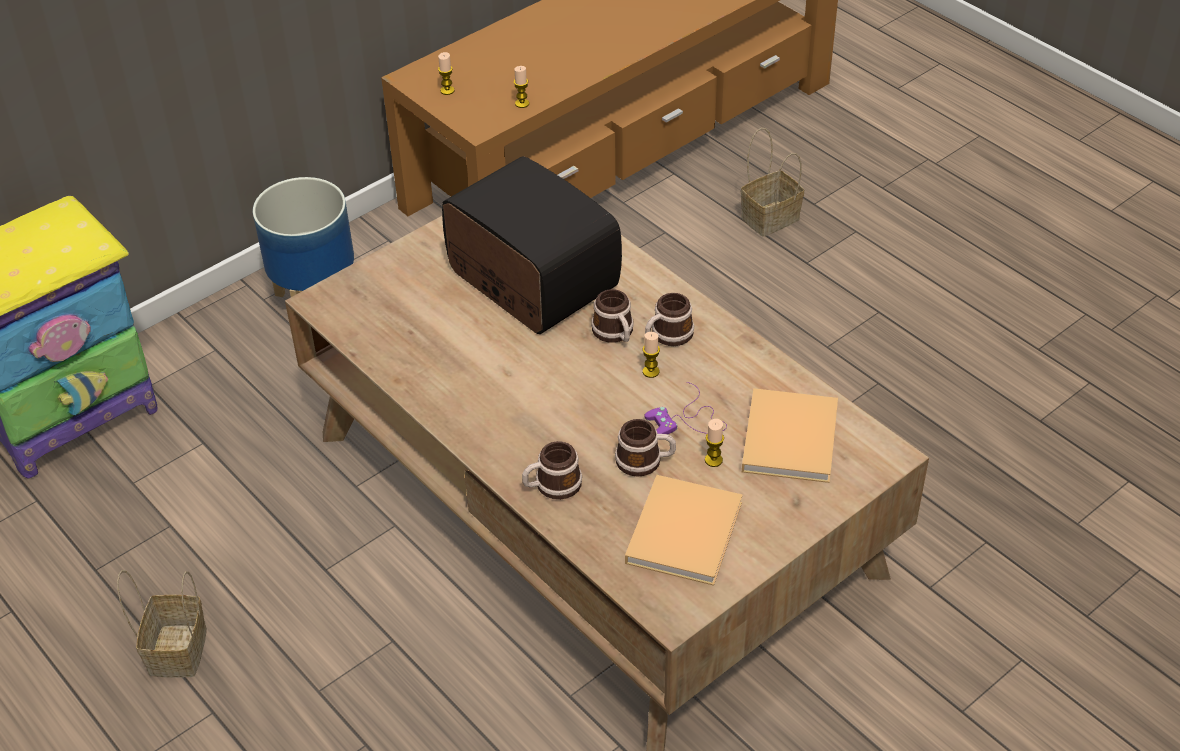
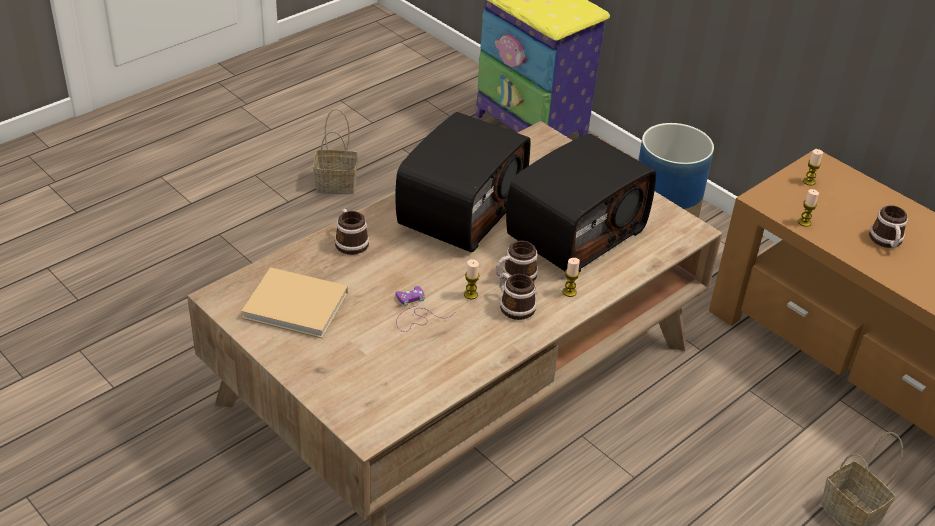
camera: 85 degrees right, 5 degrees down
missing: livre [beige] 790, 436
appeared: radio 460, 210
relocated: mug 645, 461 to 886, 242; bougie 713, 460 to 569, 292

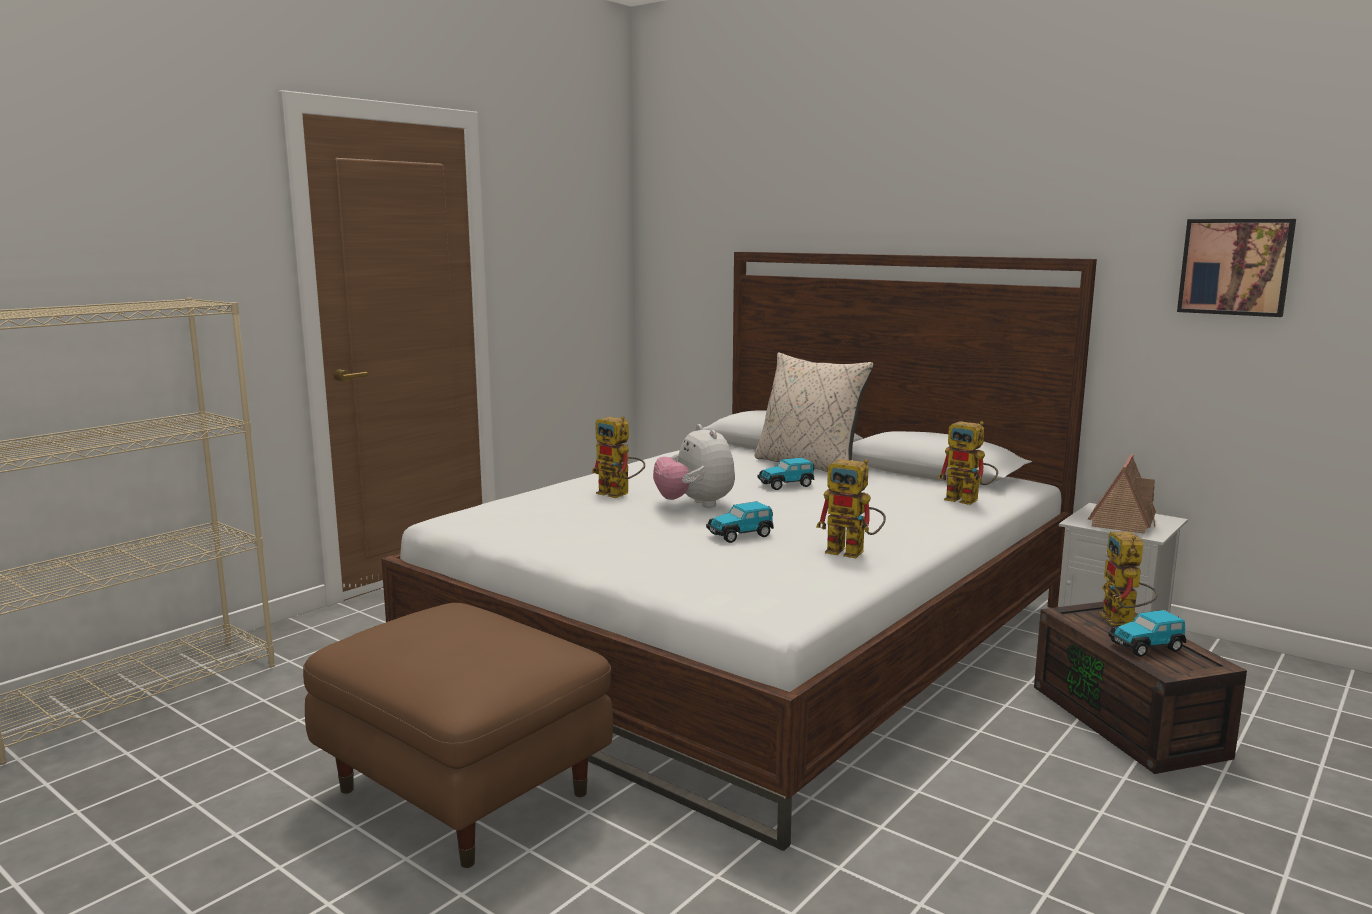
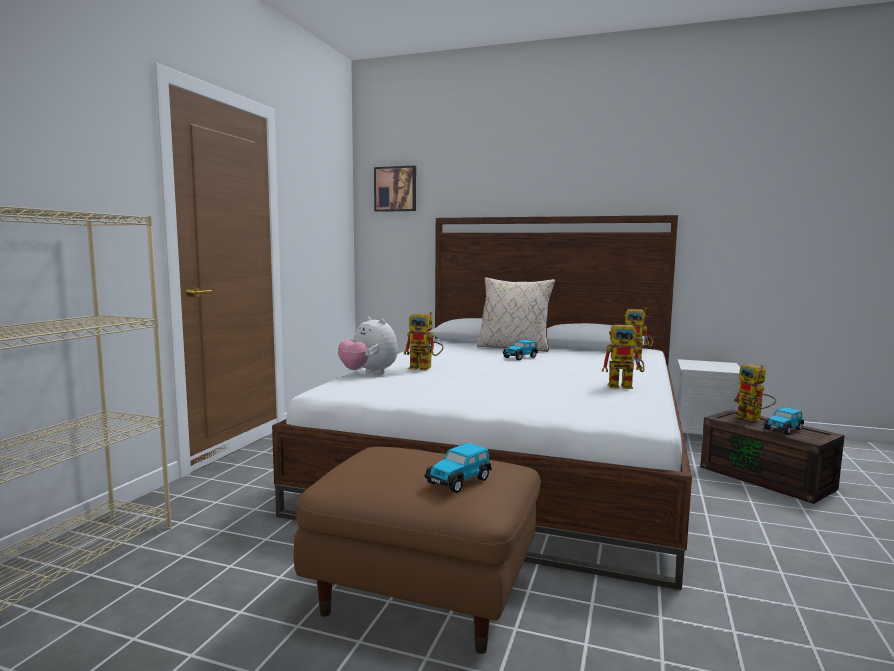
camera: 20 degrees left, 5 degrees down
missing: maison miniature 1122, 521
relocated: peluche 695, 505 to 369, 373; petite voiture 741, 535 to 459, 481; tableau 1235, 266 to 396, 189

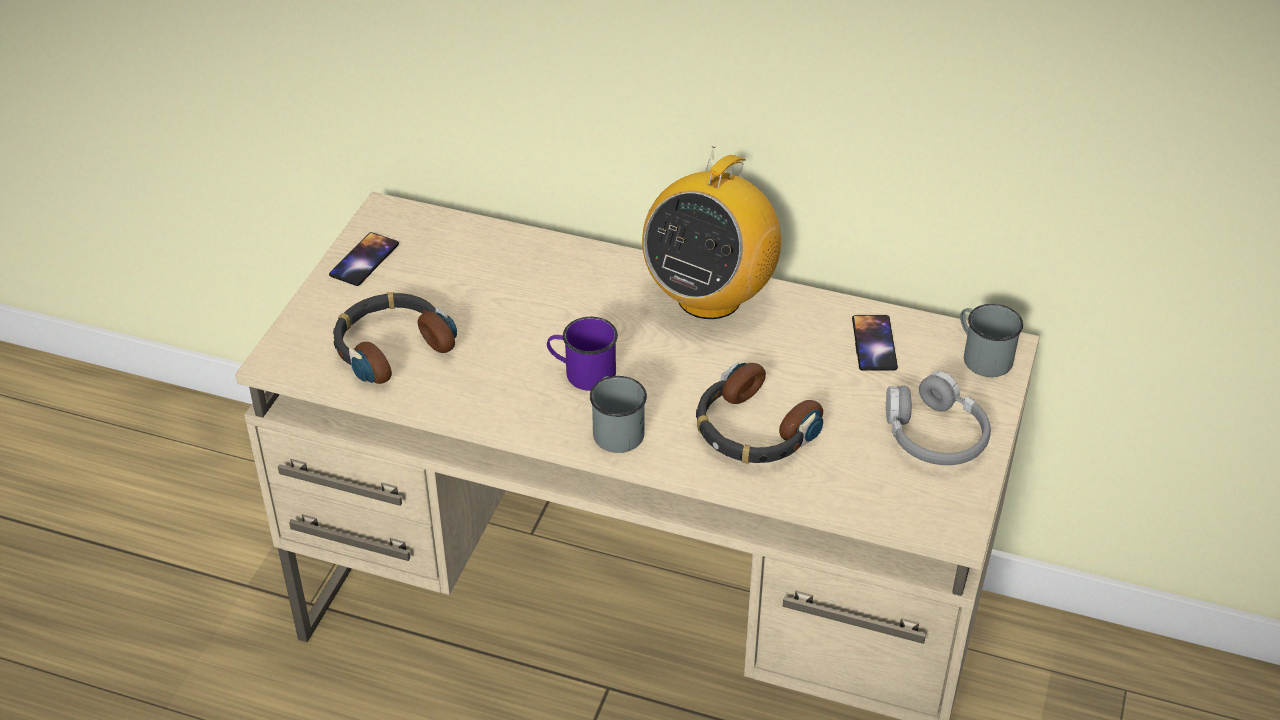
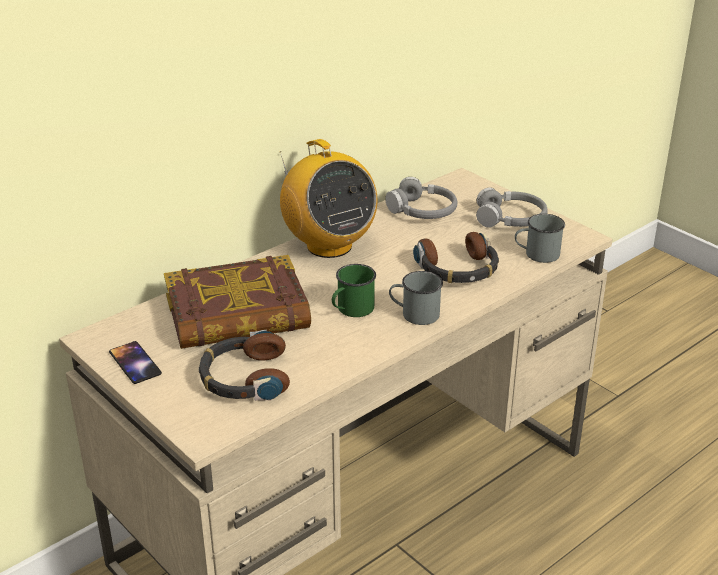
camera: 60 degrees left, 10 degrees down
appeared: livre 237, 313
relocated: mug [gris] 982, 356 to 537, 254
exchanged: téléphone 874, 343 to casque audio [gris] 422, 211
colour: mug [violet] 582, 373 to mug [vert] 351, 310

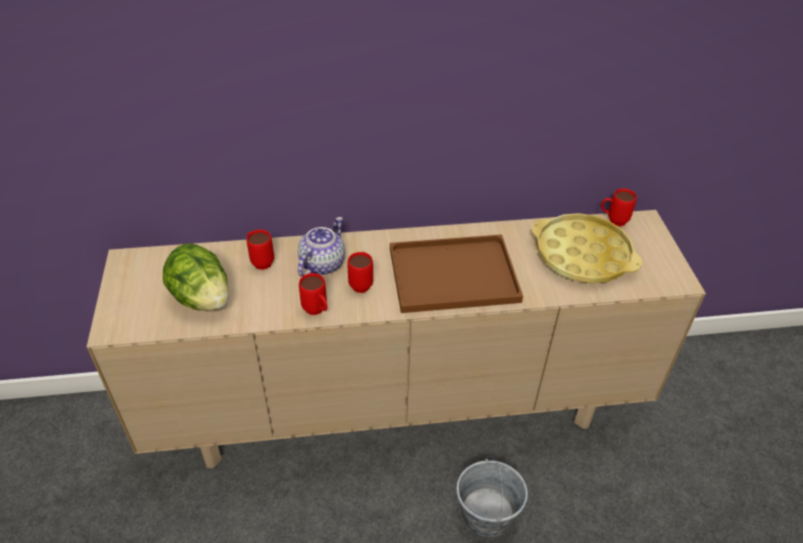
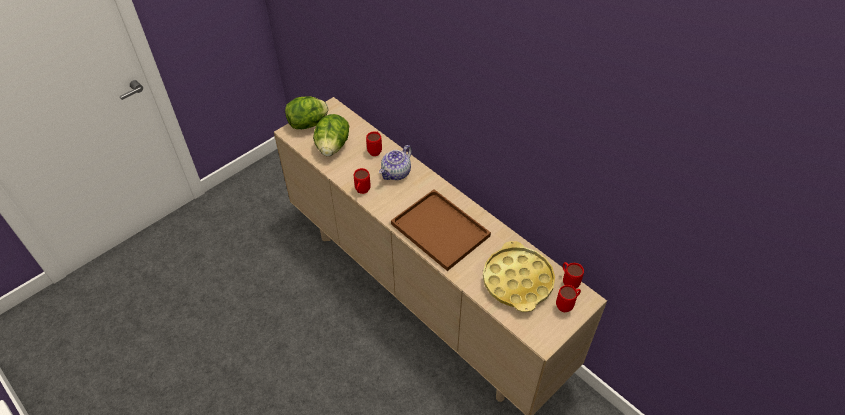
camera: 55 degrees right, 5 degrees up
missing: seau [gris] 487, 512
appeared: laitue 308, 124
relocated: mug [rouge] 362, 283 to 567, 305
spun: théière 322, 263 = 396, 173 135 degrees clockwise

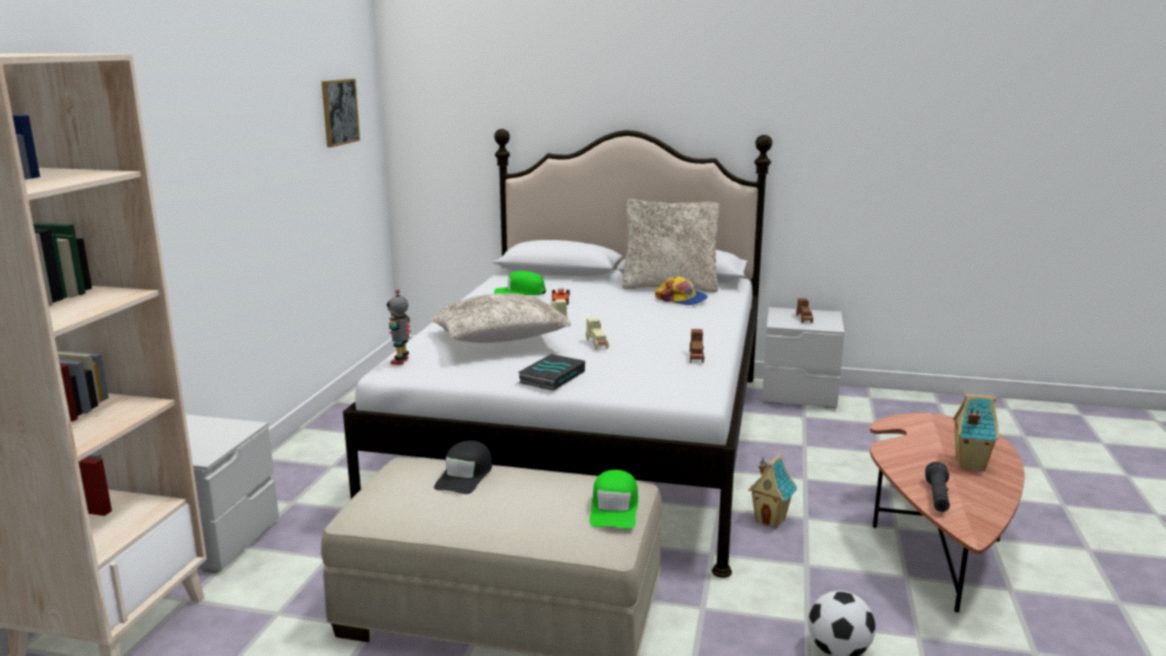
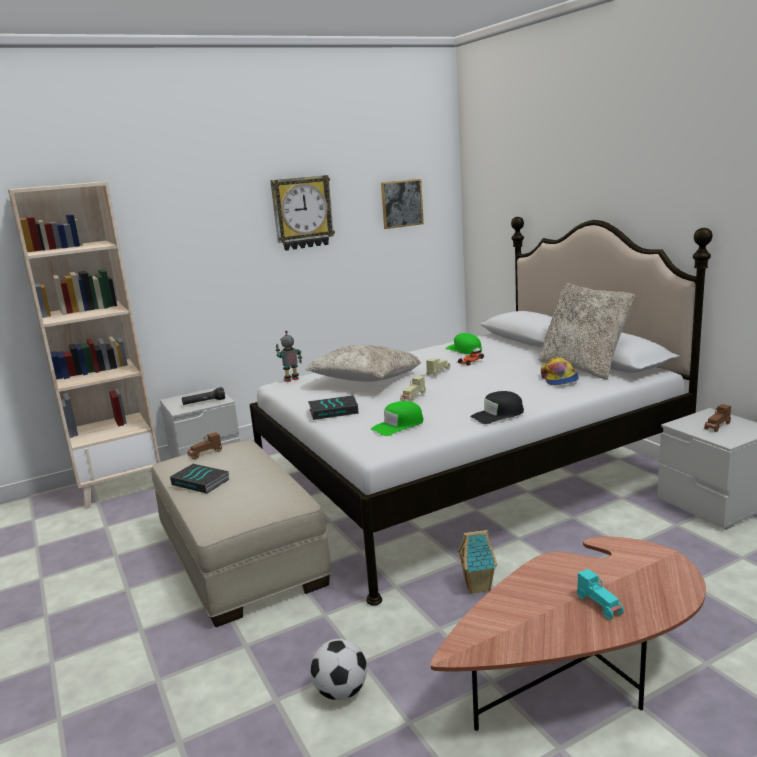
camera: 50 degrees right, 0 degrees up
appeared: livre 201, 482; horloge murale 302, 213
relocated: casquette [noir] 465, 476 to 498, 415; casquette [vert] 614, 509 to 398, 426; petite voiture [marron] 696, 357 to 205, 454; lampe de poche [noir] 937, 498 to 204, 402
exchanged: maison miniature 969, 463 to petite voiture [turquoise] 599, 605

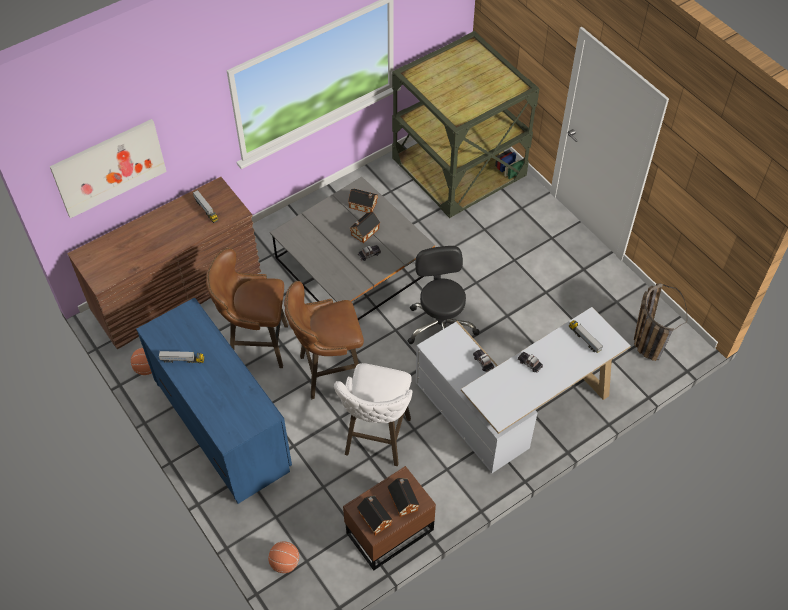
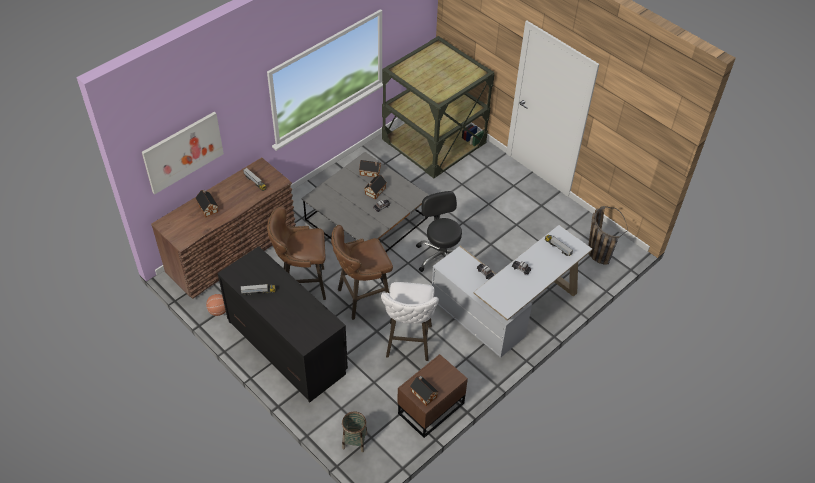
camera: 10 degrees left, 5 degrees down
relocated: maison miniature 403, 500 to 207, 207
exchanged: ballon de basket 285, 563 to panier 354, 441
colour: commode [bleu] 222, 426 to commode [noir] 286, 347

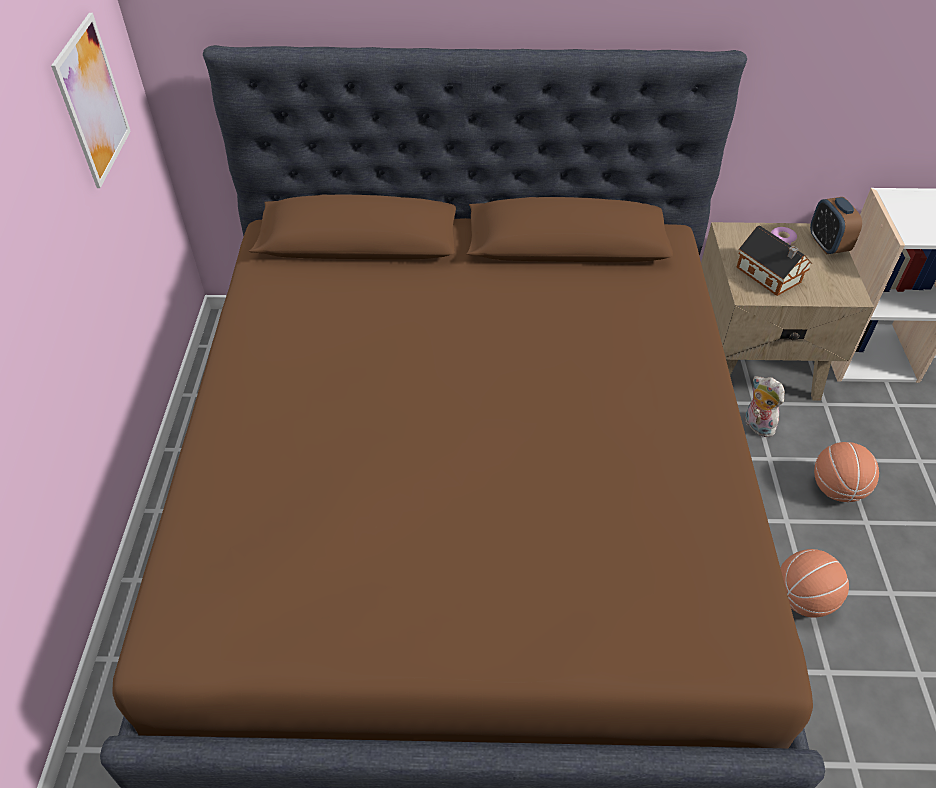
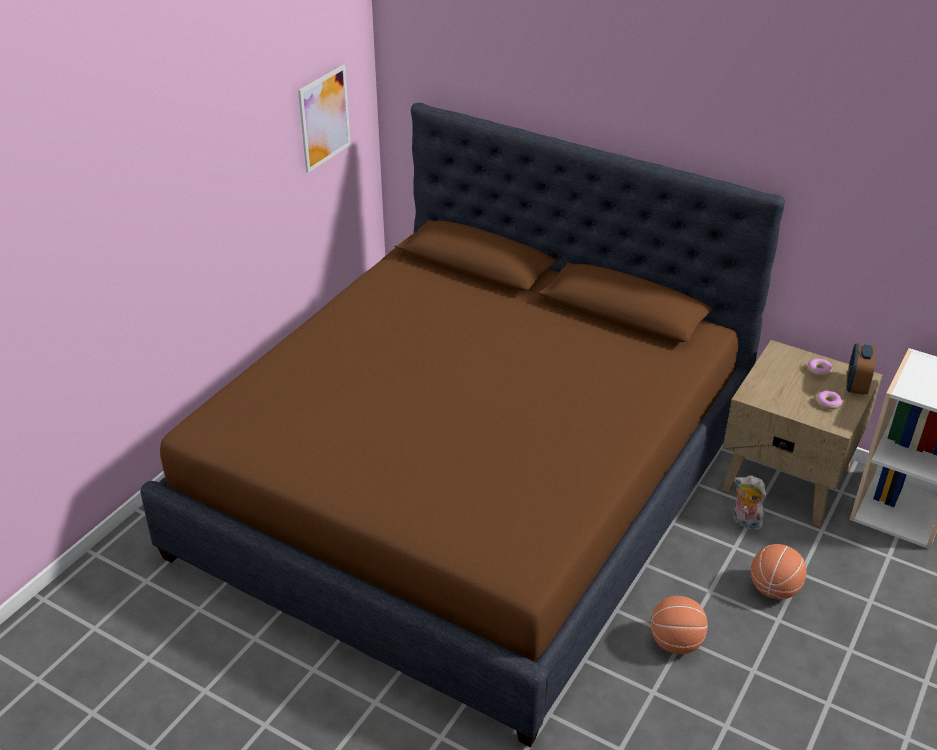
camera: 30 degrees right, 10 degrees down
missing: maison miniature 770, 276
appeared: beignet 828, 403
spun: peluche 756, 425 = 744, 522 45 degrees counterclockwise

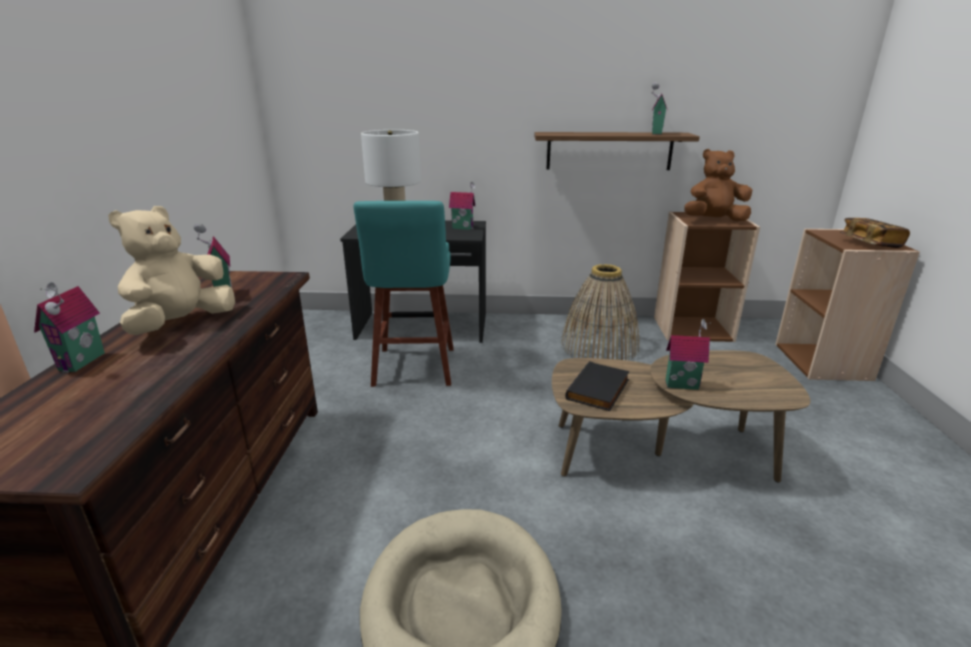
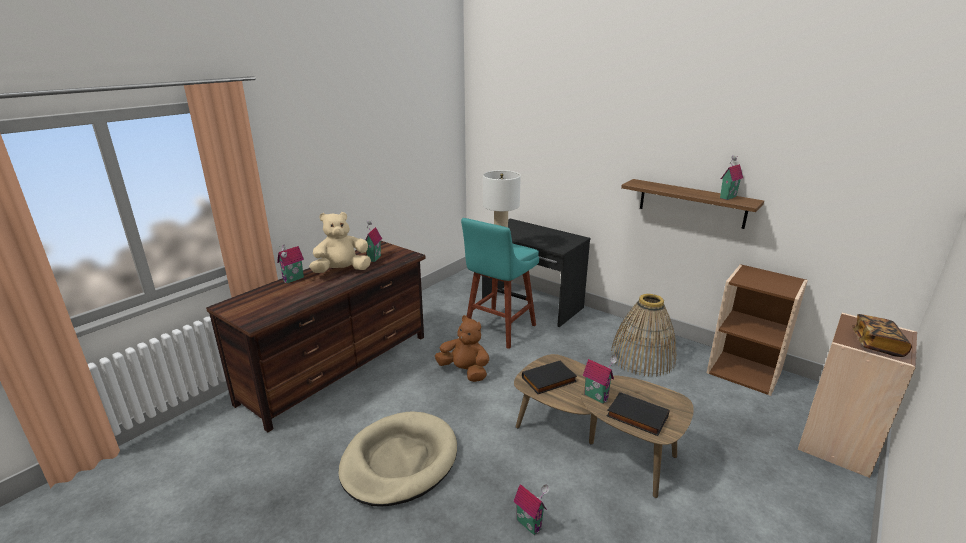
camera: 35 degrees right, 0 degrees up
appeared: livre [noir] 636, 417
relocated: maison miniature 463, 227 to 530, 523; peluche [marron] 713, 220 to 465, 371

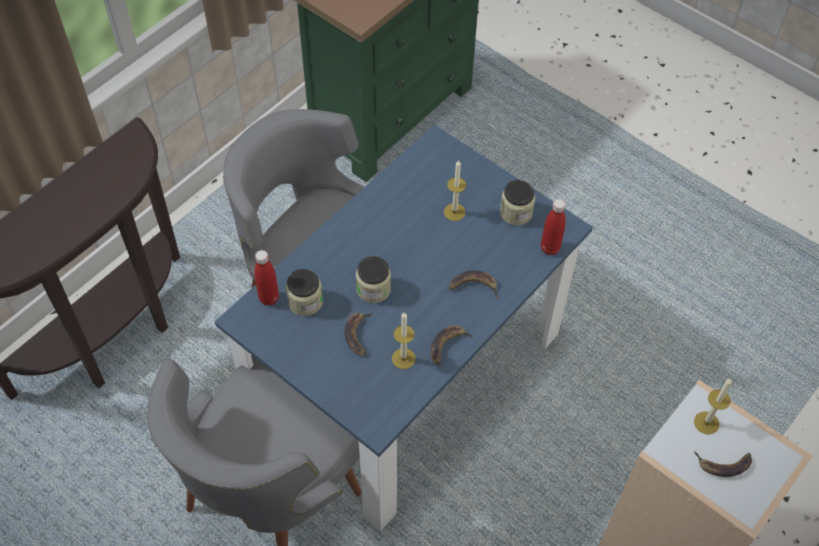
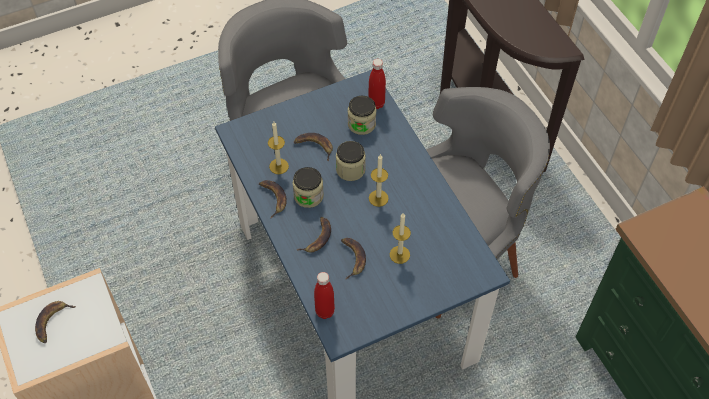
camera: 115 degrees right, 0 degrees up
appeared: banane 352, 258
relocated: bocal 516, 213 to 308, 196; bougie 706, 422 to 378, 198

